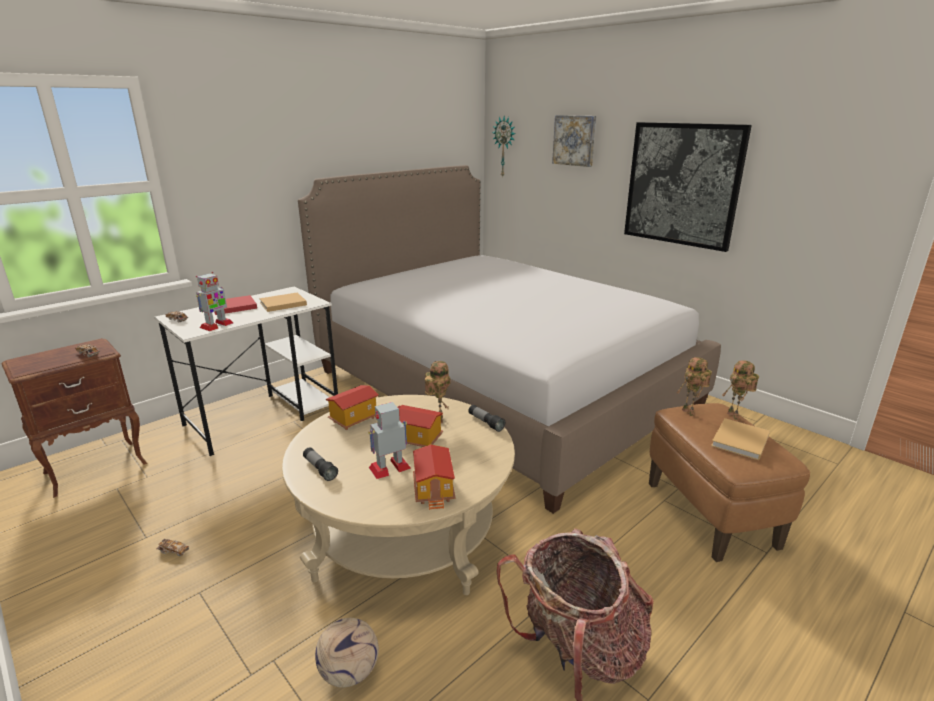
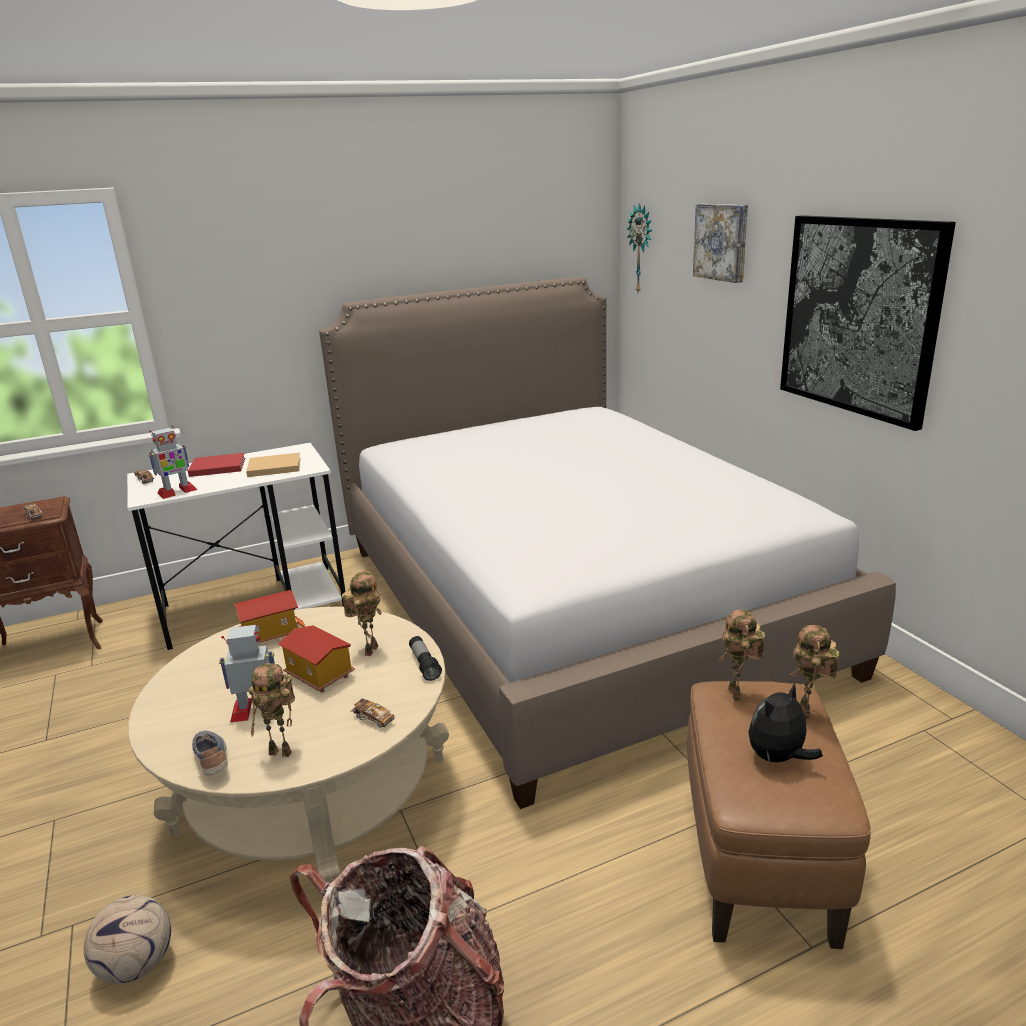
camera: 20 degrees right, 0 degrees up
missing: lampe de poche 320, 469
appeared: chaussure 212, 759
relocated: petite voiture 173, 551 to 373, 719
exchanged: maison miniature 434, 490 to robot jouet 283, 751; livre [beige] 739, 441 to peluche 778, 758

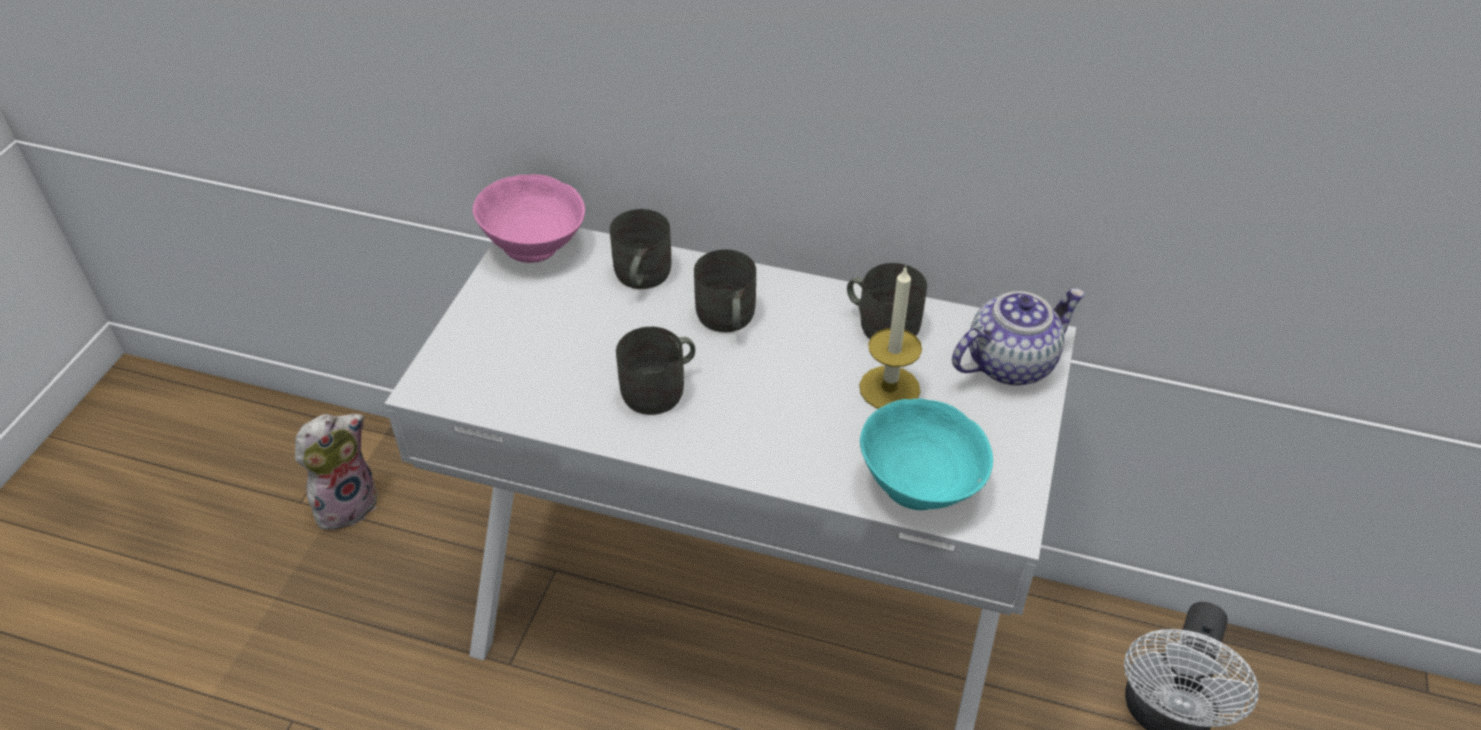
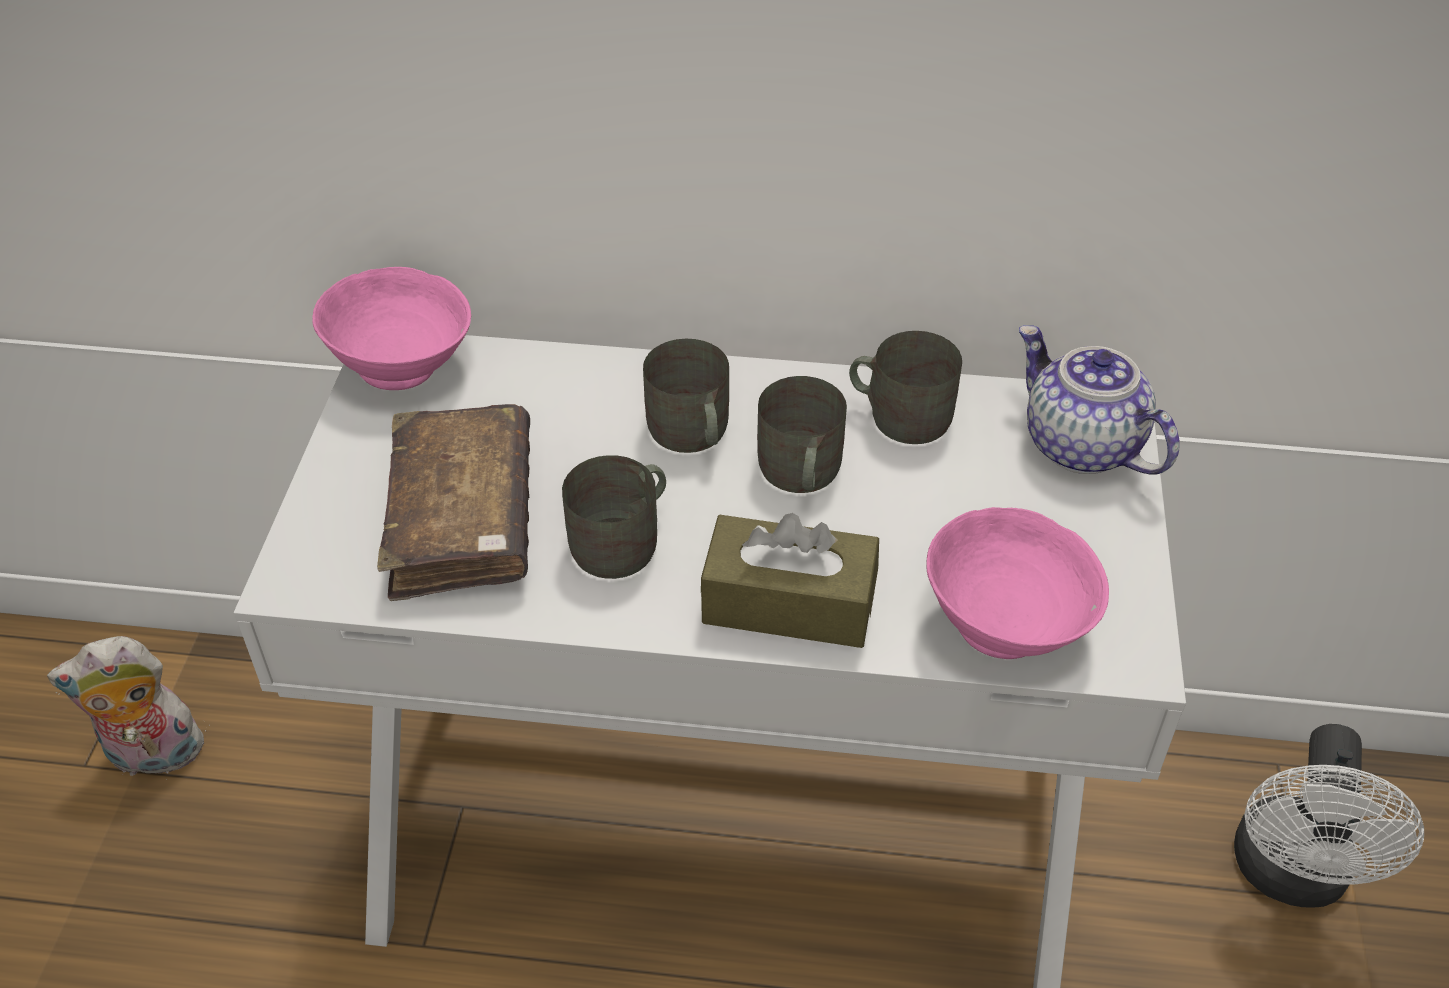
camera: 10 degrees left, 0 degrees up
missing: bougie 889, 388
appeared: livre [marron] 462, 519; boîte à mouchoirs [marron] 789, 603
relocated: mug [gris] 640, 276 to 799, 474
colour: bol [turquoise] 920, 487 to bol [rose] 1007, 628
spun: peluche 347, 503 = 152, 757 135 degrees counterclockwise; théière 1010, 362 = 1080, 445 90 degrees counterclockwise

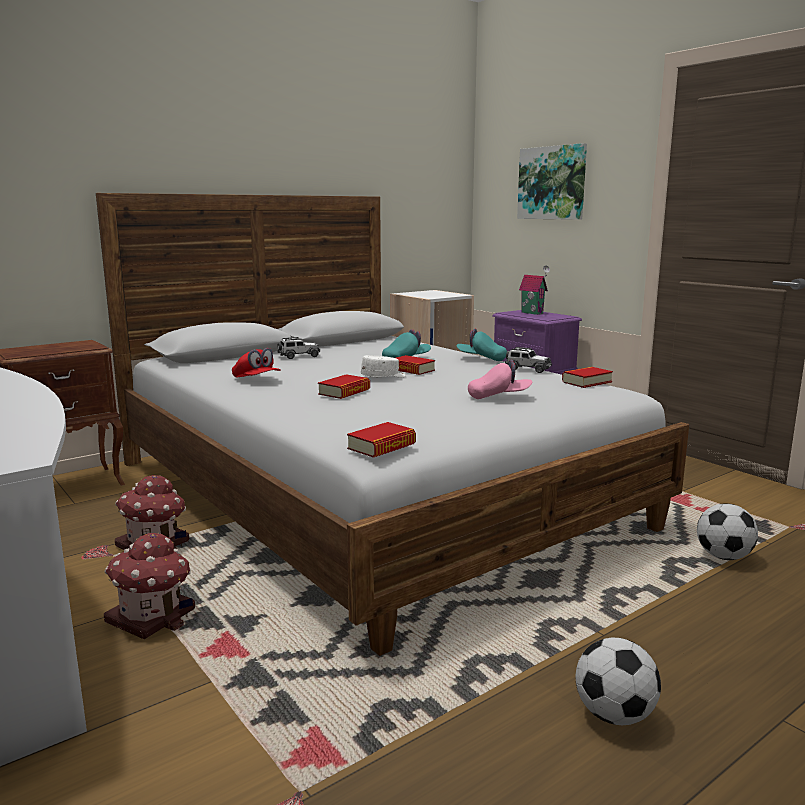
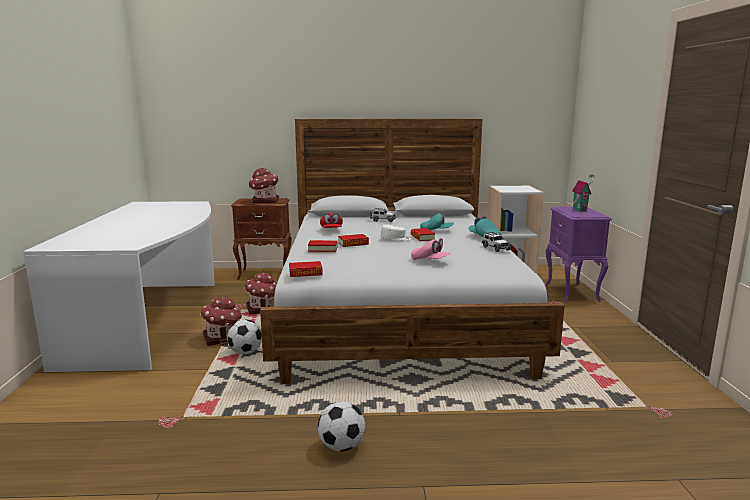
camera: 35 degrees right, 0 degrees up
missing: tableau 552, 183
appeared: maison miniature 264, 201
relocated: livre 586, 382 to 323, 249; ballon de foot 723, 556 to 246, 352

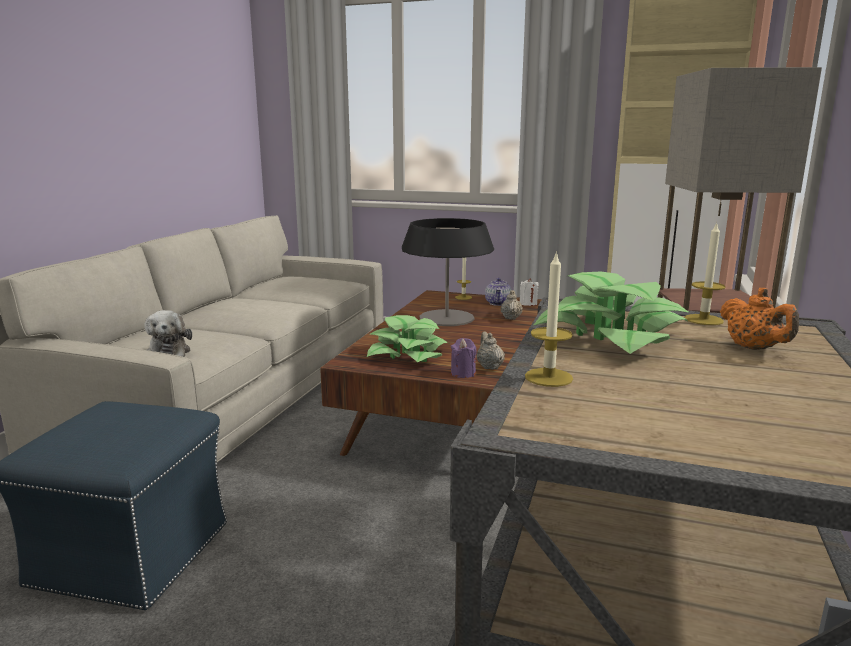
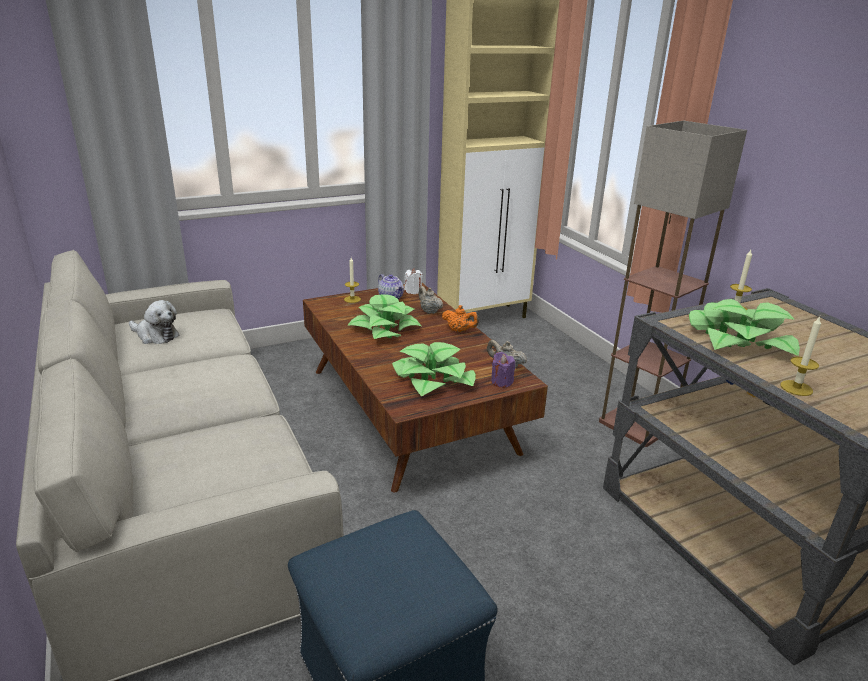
camera: 45 degrees left, 10 degrees up
relocated: peluche 168, 352 to 155, 335; théière [orange] 754, 348 to 459, 330
exchanged: lampe de table 446, 318 to plante en pot 384, 328

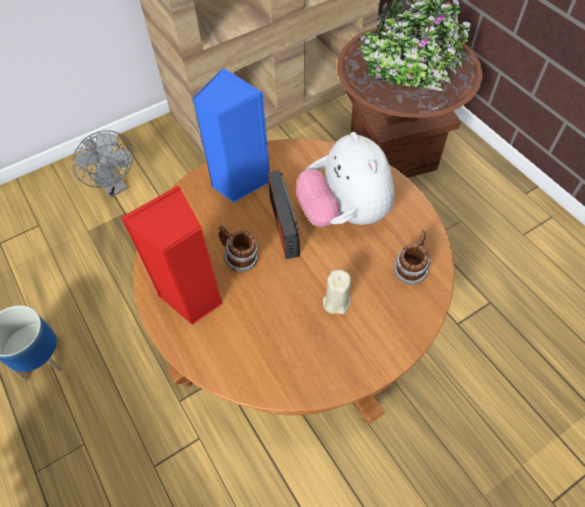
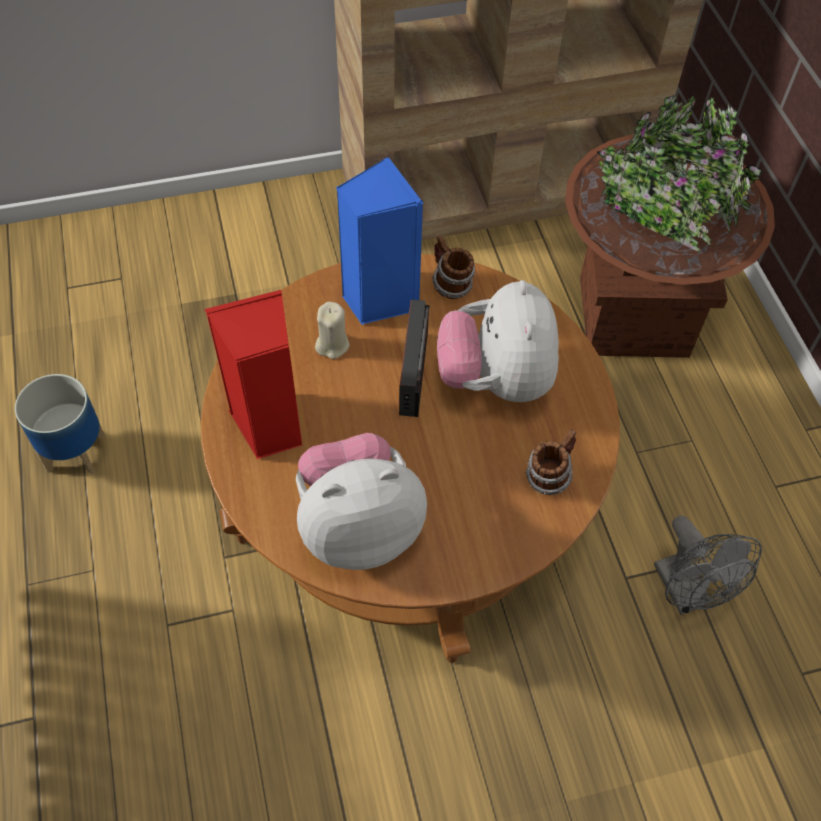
camera: 15 degrees right, 0 degrees up
appeared: peluche 358, 527
relocated: ventilateur [gris] 115, 187 to 687, 593; mug 239, 259 to 450, 284; bougie [beige] 336, 301 to 332, 344

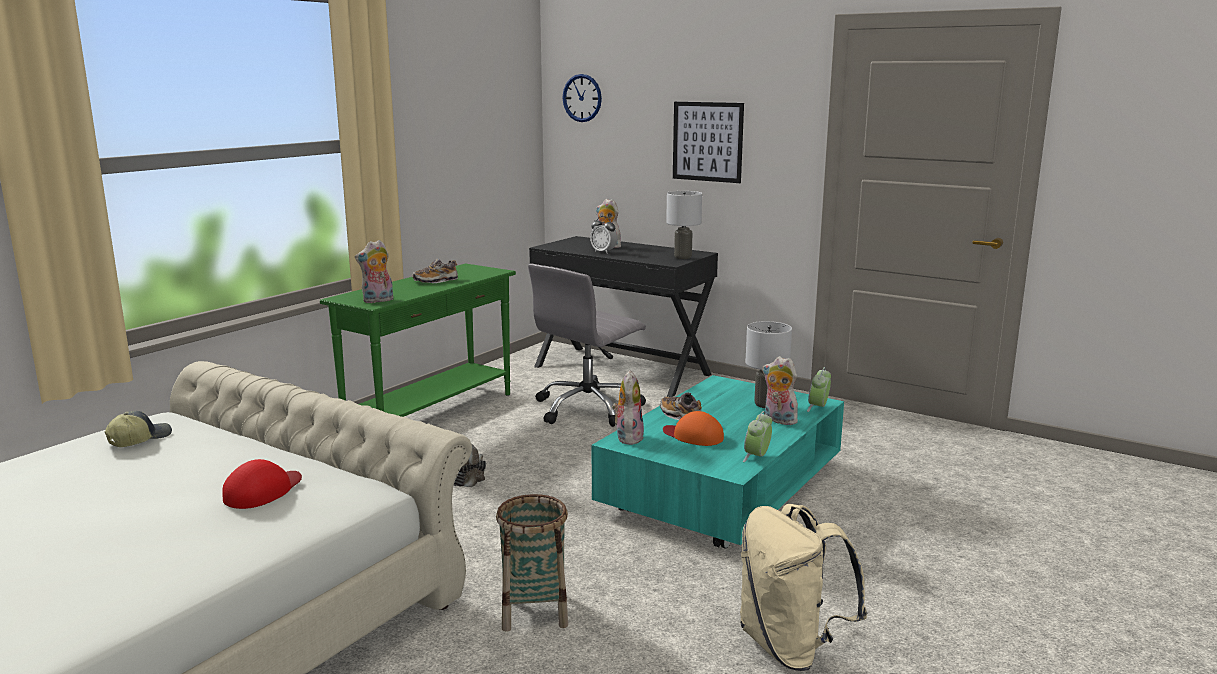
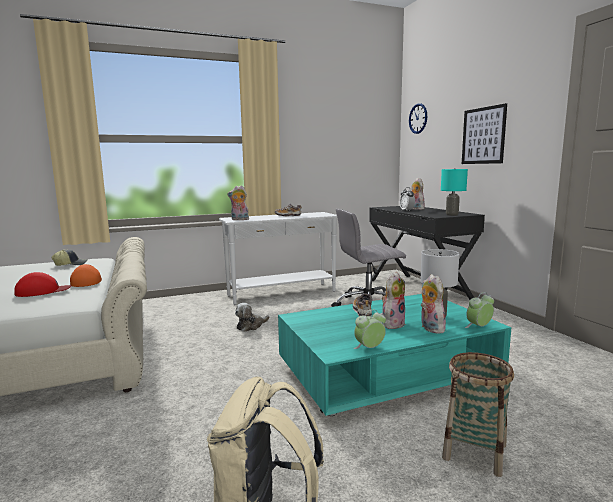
camera: 35 degrees right, 5 degrees down
relocated: panier 534, 611 to 474, 452; peluche 627, 437 to 392, 324; casquette [orange] 693, 436 to 86, 281
colour: table console [vert] 431, 415 to table console [blanc] 282, 293; lampe de table [blanc] 682, 258 to lampe de table [turquoise] 451, 215

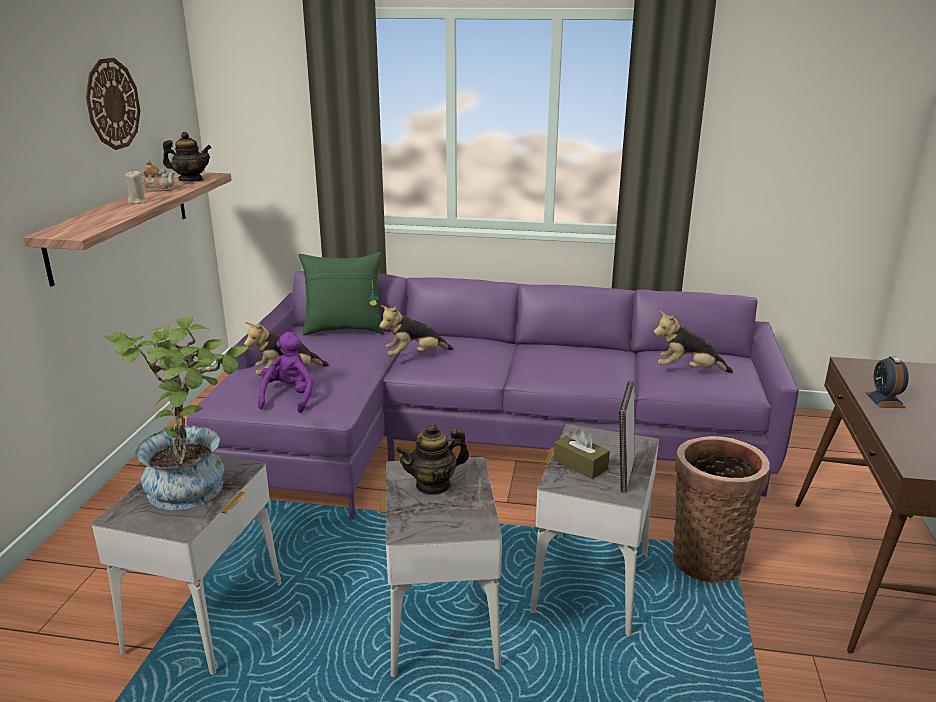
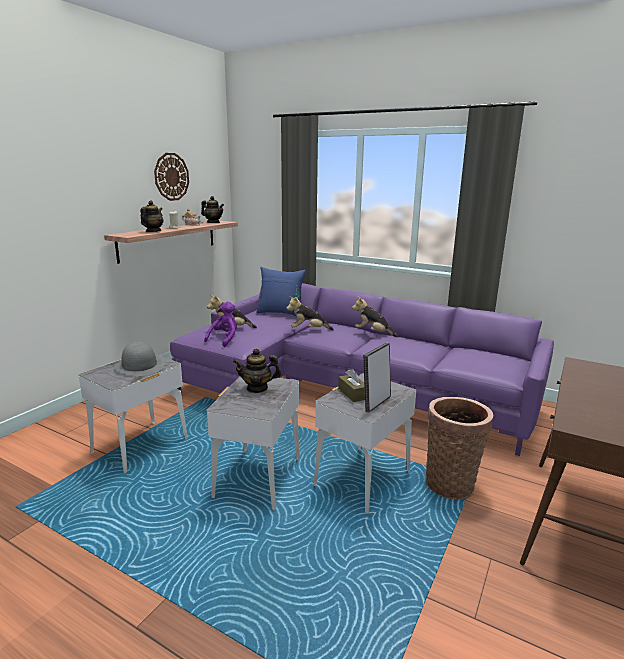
camera: 20 degrees right, 5 degrees down
missing: réveil 885, 400
appeared: théière 153, 231
relocated: peluche 687, 370 to 373, 333
exchanged: plante en pot 196, 483 to chapeau [gris] 139, 366
colour: coussin [vert] 344, 330 to coussin [bleu] 280, 314

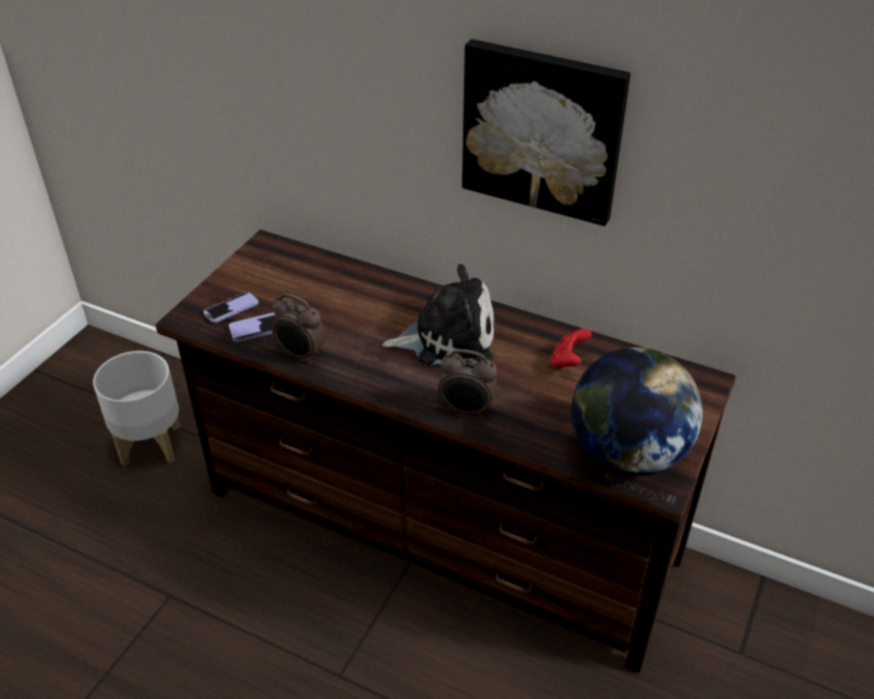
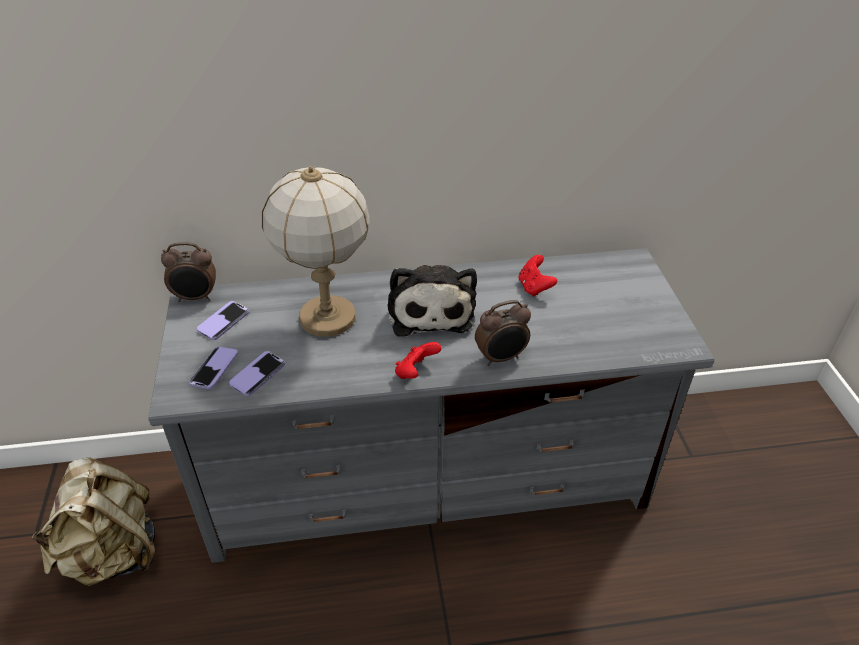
camera: 35 degrees left, 0 degrees up
missing: tableau 543, 130; globe 627, 454
appeared: téléphone 223, 321; lampe de table 327, 318; manette [rouge] 416, 372
relocated: réveil 300, 354 to 196, 297
exchanged: cache-pot [blanc] 151, 445 to sac à dos [beige] 113, 553
colour: commode [marron] 440, 529 to commode [gris] 430, 484
spun: peluche 448, 339 = 430, 310 120 degrees clockwise

